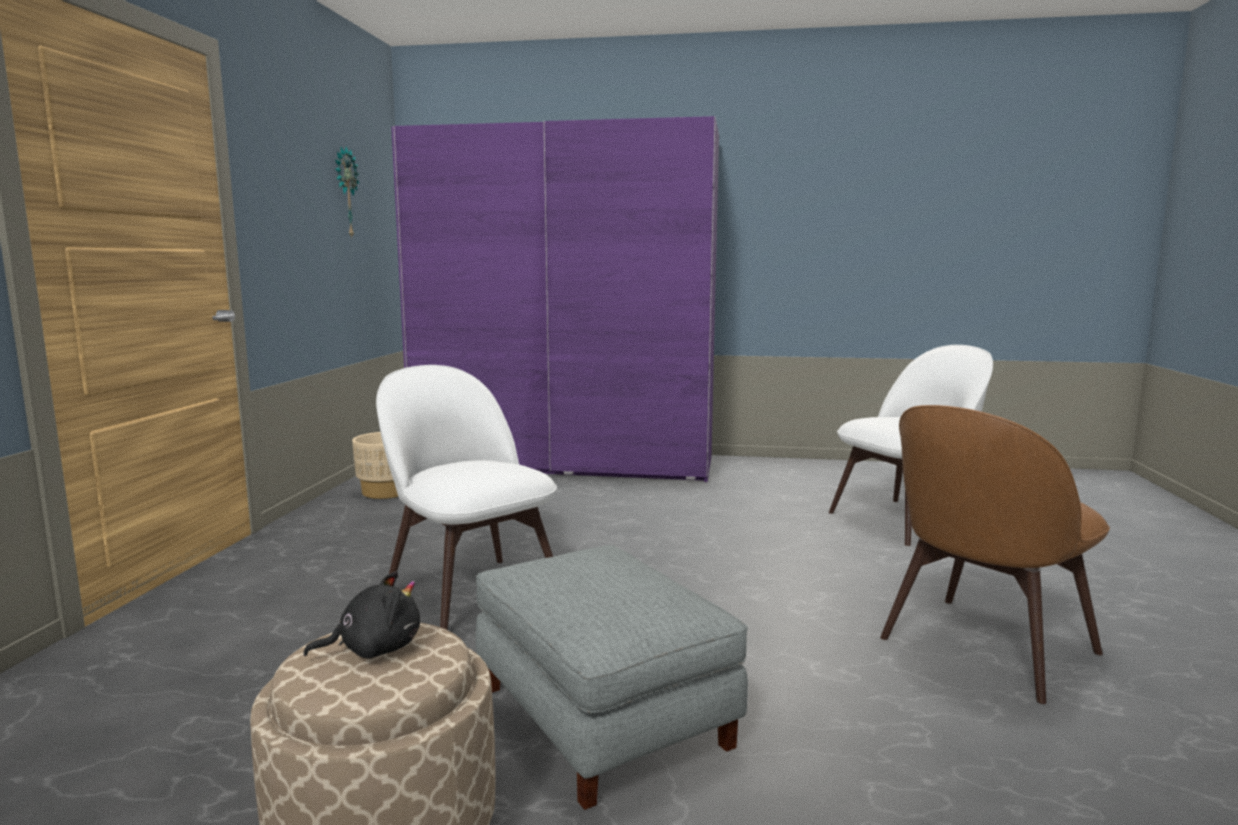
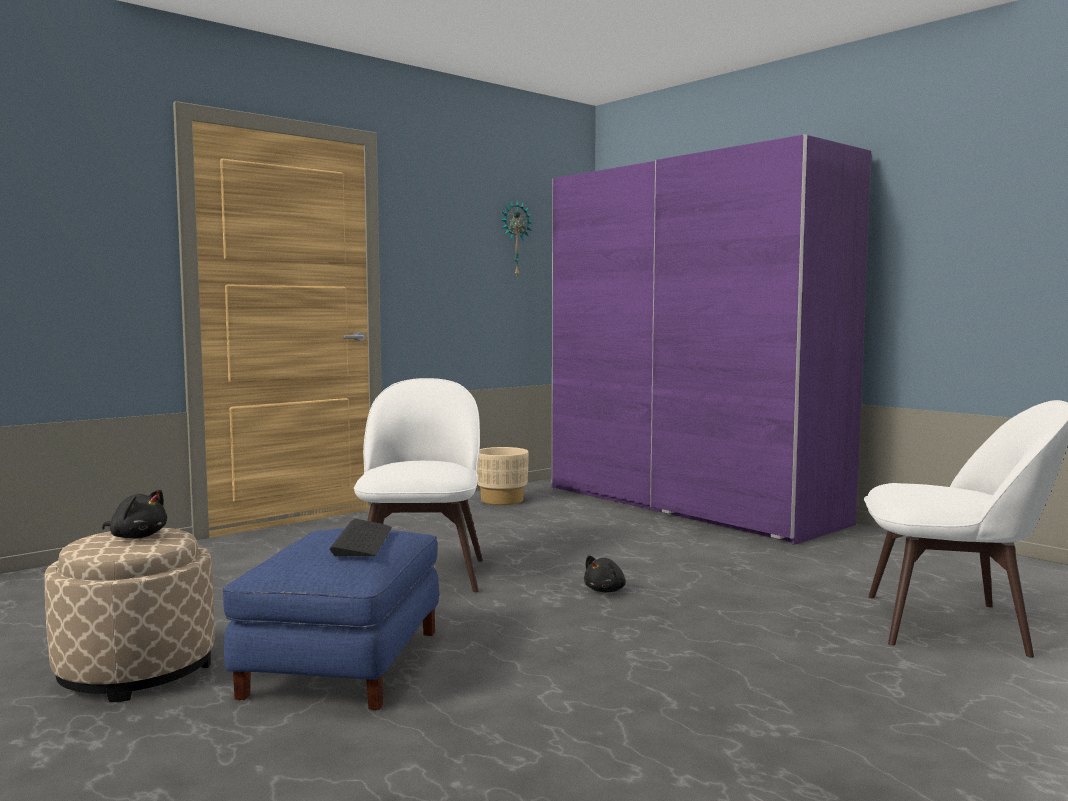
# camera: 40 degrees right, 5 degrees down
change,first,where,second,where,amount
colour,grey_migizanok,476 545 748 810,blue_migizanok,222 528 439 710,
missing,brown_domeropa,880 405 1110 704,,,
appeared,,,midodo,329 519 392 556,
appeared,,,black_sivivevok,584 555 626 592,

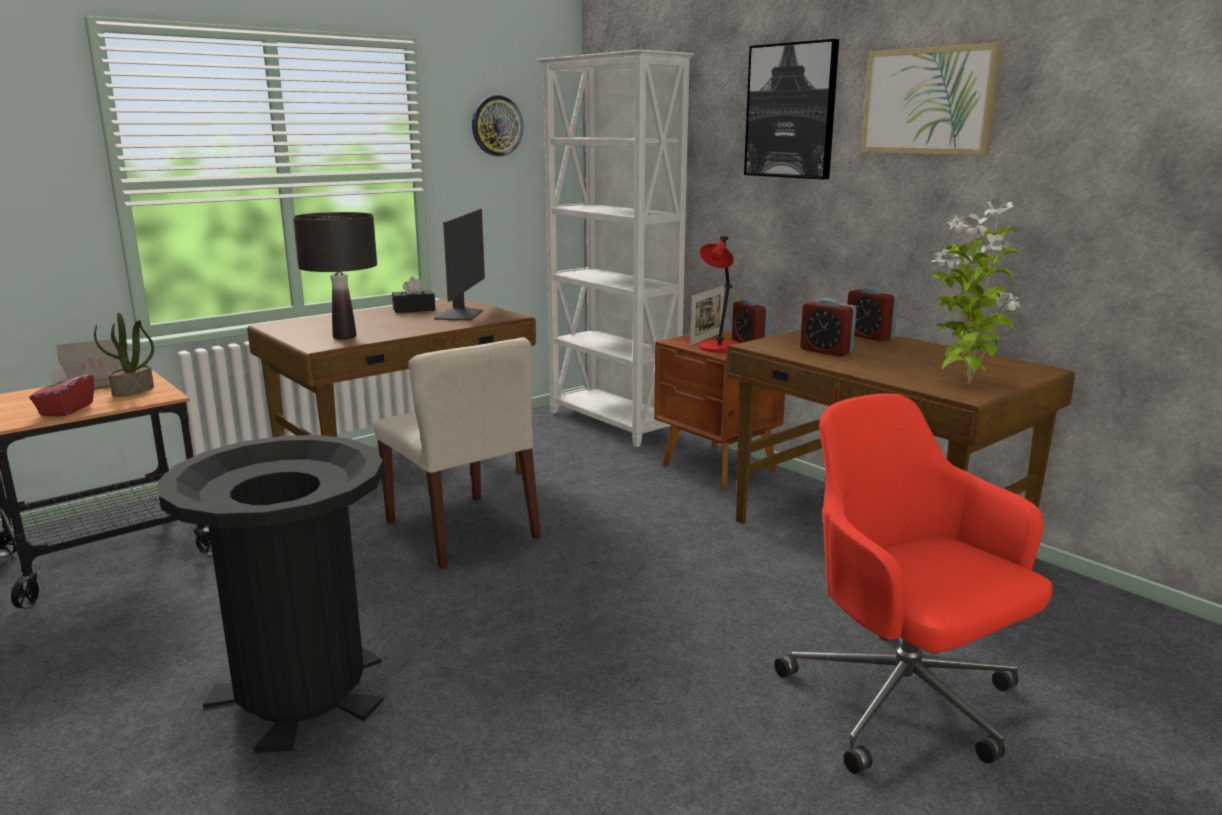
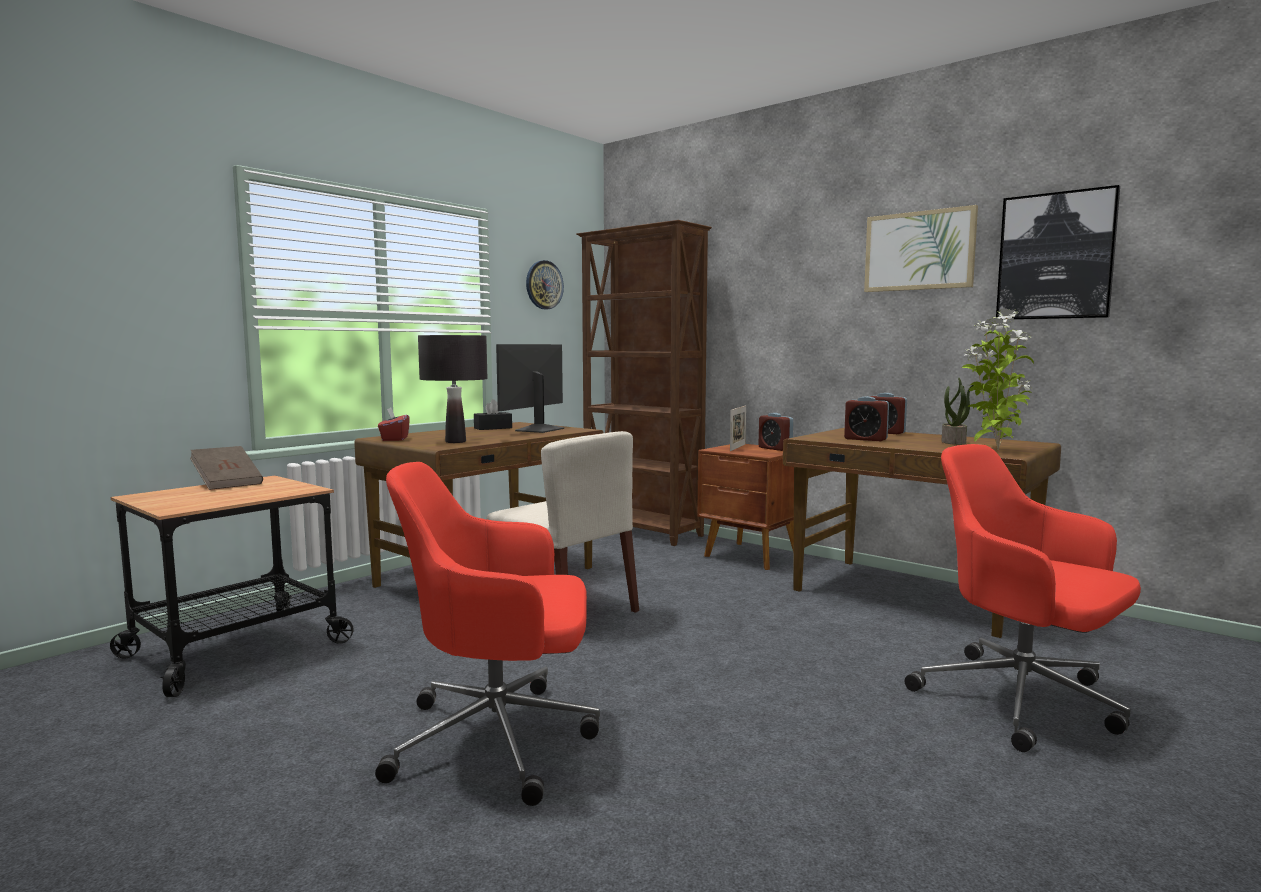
# camera: 10 degrees left, 10 degrees down
change,first,where,second,where,amount
relocated,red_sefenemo,30 366 94 416,,378 408 410 441,
relocated,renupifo,94 313 154 397,,942 377 974 445,
exchanged,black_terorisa,158 435 384 753,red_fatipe,375 462 600 806,
spun,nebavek,434 209 485 320,,496 344 564 433,150 degrees counterclockwise
colour,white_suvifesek,536 50 694 447,brown_suvifesek,576 220 712 546,
missing,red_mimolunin,699 236 738 353,,,
relocated,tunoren,744 39 839 179,,996 185 1120 320,

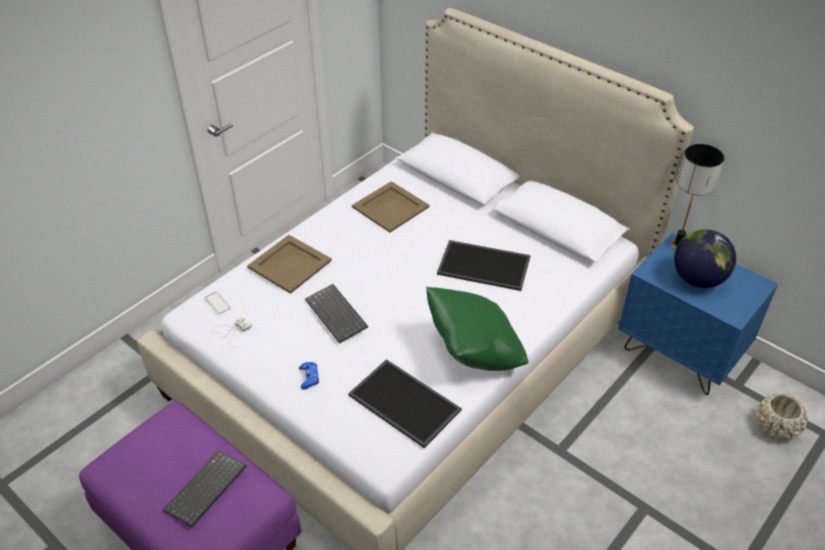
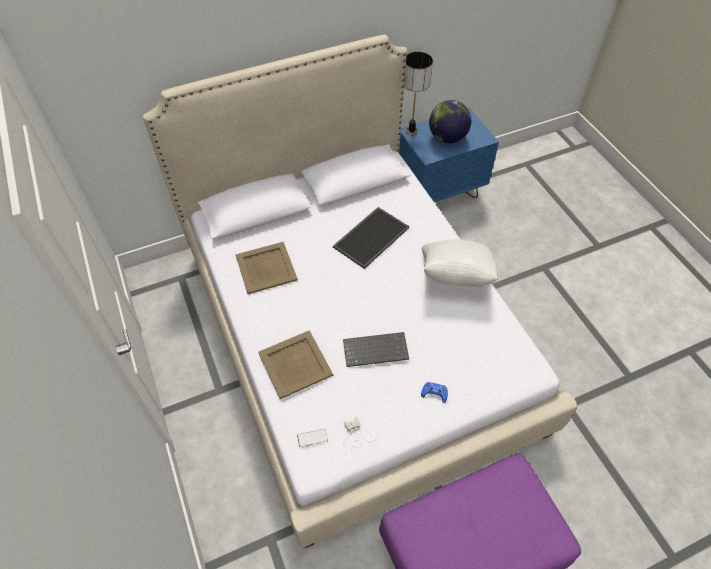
# camera: 65 degrees left, 10 degrees up
change,first,where,second,where,amount
missing,midodo,163 450 247 527,,,
missing,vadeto,348 359 462 448,,,
colour,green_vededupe,426 287 529 371,white_vededupe,422 239 498 286,
missing,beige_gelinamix,757 393 808 440,,,

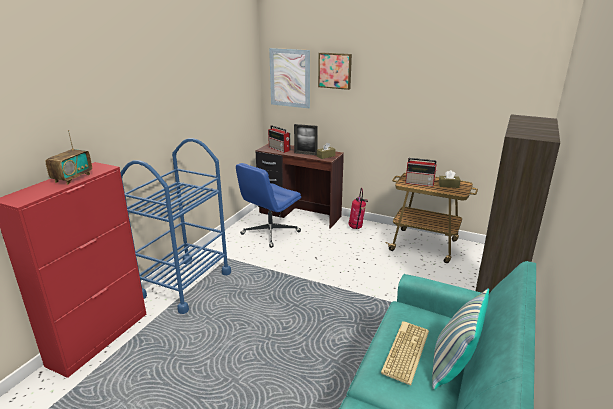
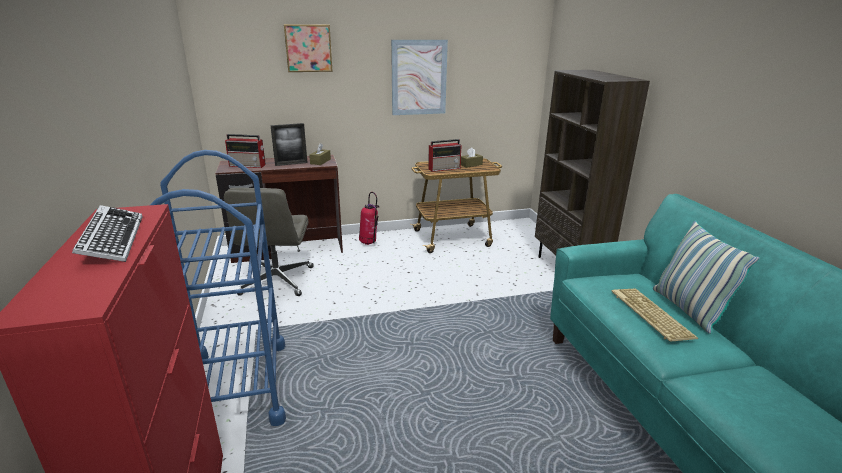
# camera: 40 degrees left, 0 degrees up
change,first,where,second,where,amount
exchanged,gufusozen,46 130 92 185,midodo,72 205 142 262,
colour,blue_fatipe,236 163 301 248,grey_fatipe,224 188 314 296,
relocated,tunoren,269 48 310 108,,391 40 448 115,

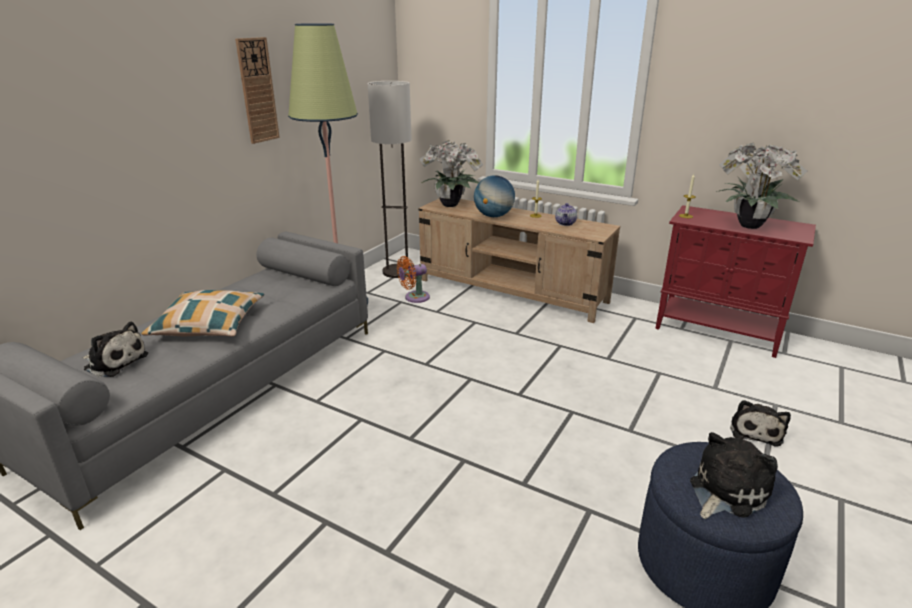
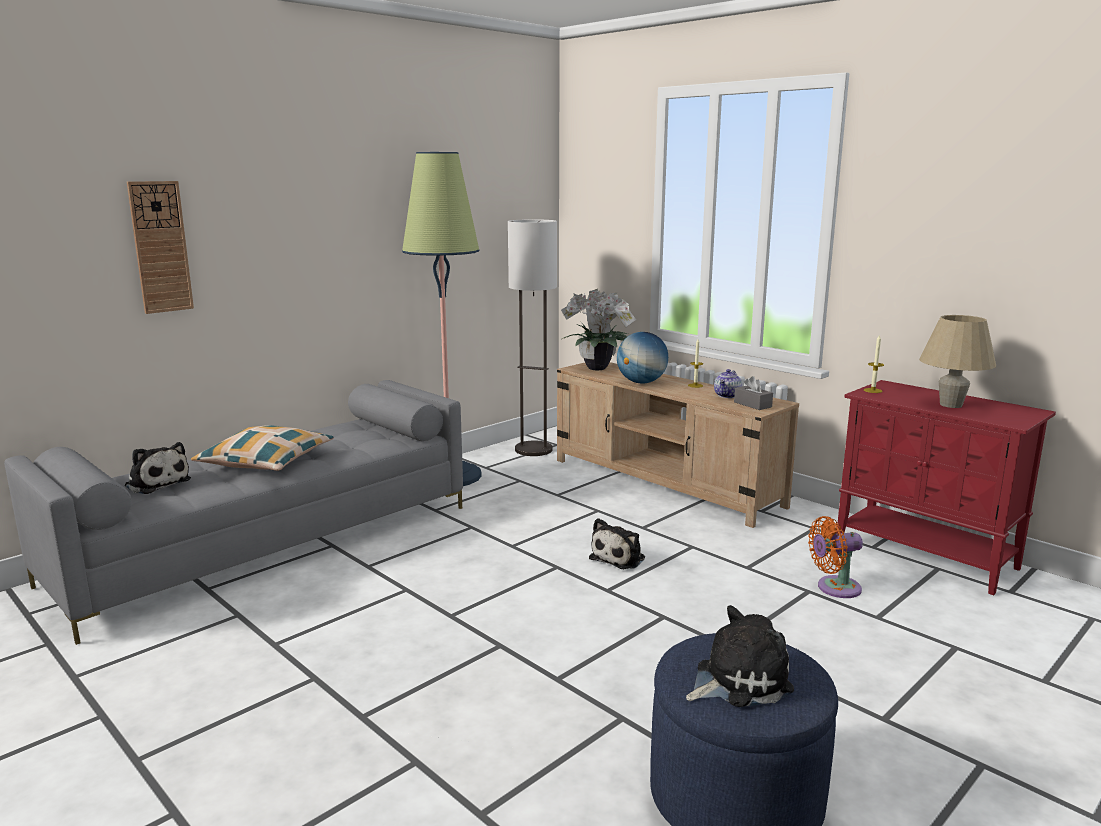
# camera: 15 degrees right, 10 degrees down
change,first,where,second,where,amount
relocated,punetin,235 37 280 144,,127 181 194 314,
relocated,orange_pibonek,397 256 430 303,,808 516 863 598,
exchanged,renupifo,716 142 807 229,beige_mimolunin,919 315 996 408,
relocated,sivivevok,730 400 791 446,,589 518 645 569,
appeared,,,grey_sefenemo,734 376 773 410,

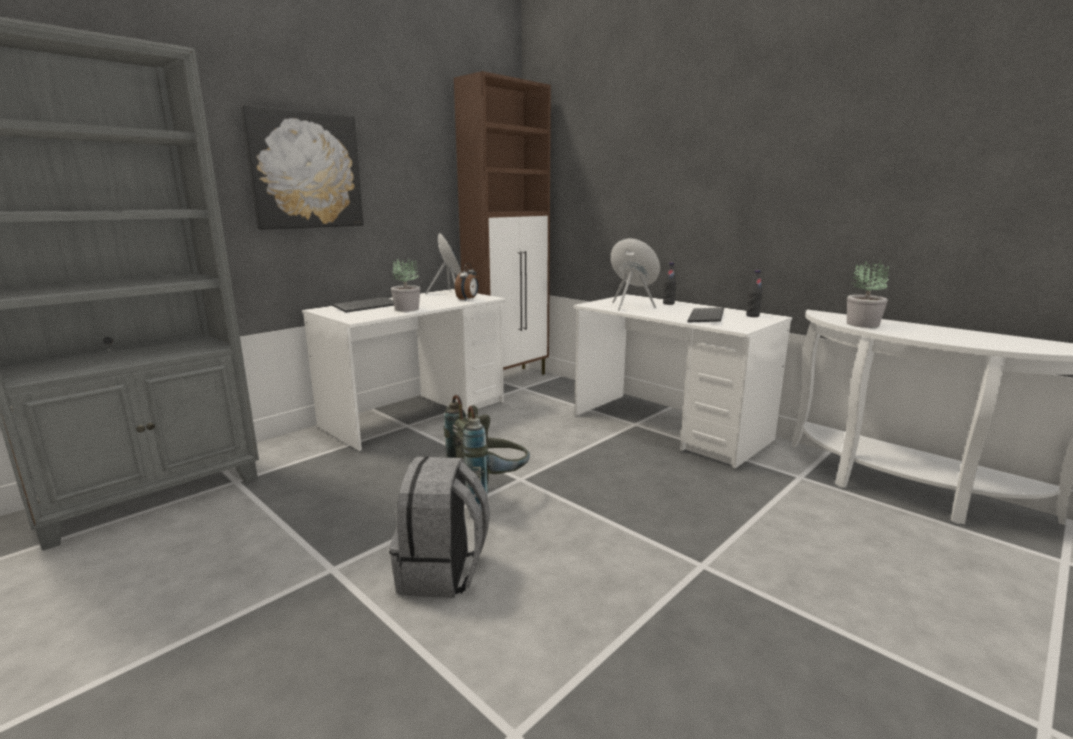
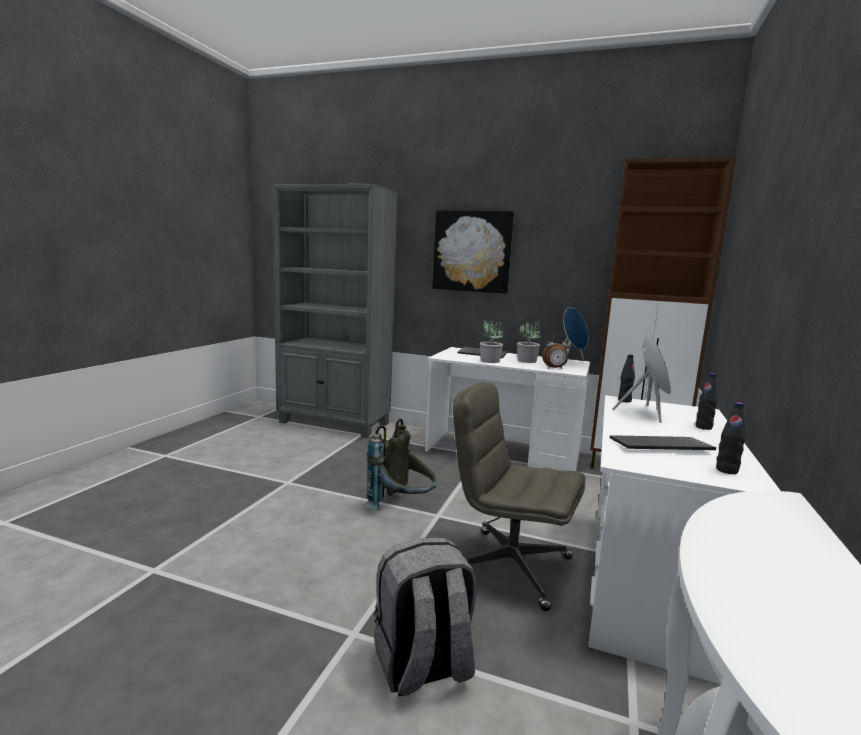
# camera: 65 degrees right, 5 degrees down
change,first,where,second,where,amount
relocated,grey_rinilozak,389 456 490 598,,374 538 477 696,
relocated,renupifo,847 260 889 328,,517 321 540 363,
appeared,,,grey_fatipe,453 382 586 611,
appeared,,,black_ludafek,618 354 635 403,

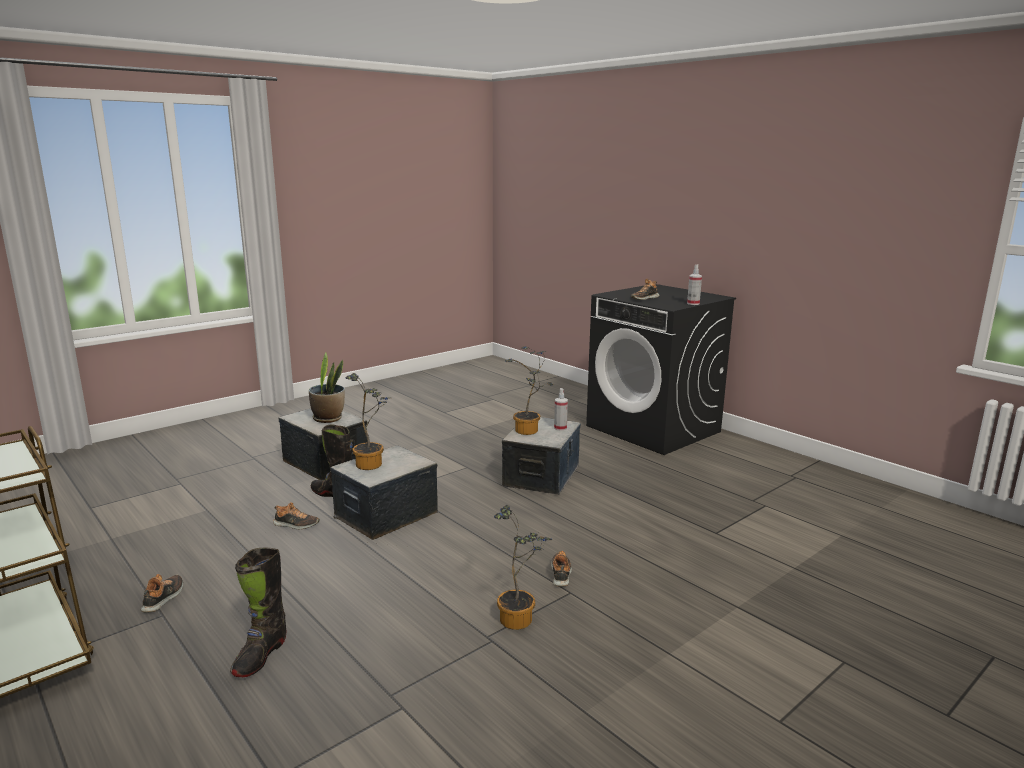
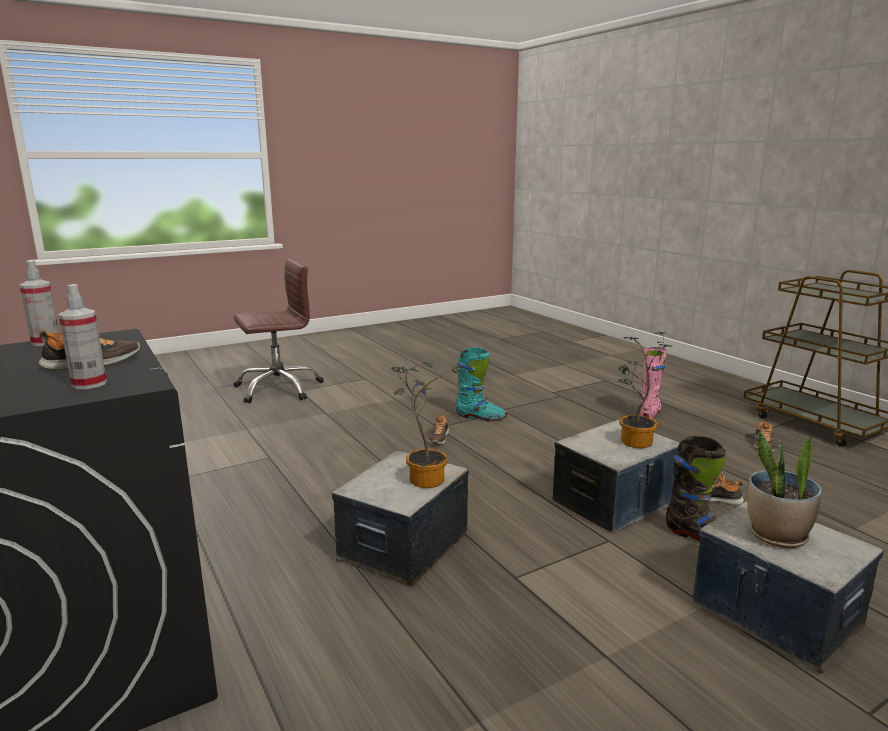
# camera: 170 degrees left, 0 degrees up
change,first,where,second,where,amount
colour,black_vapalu,230 548 286 677,pink_vapalu,640 347 667 419,
exchanged,renupifo,494 505 553 630,turquoise_vapalu,456 347 507 422,
relocated,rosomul,554 388 568 431,,58 284 107 389,
appeared,,,brown_fatipe,233 258 324 403,

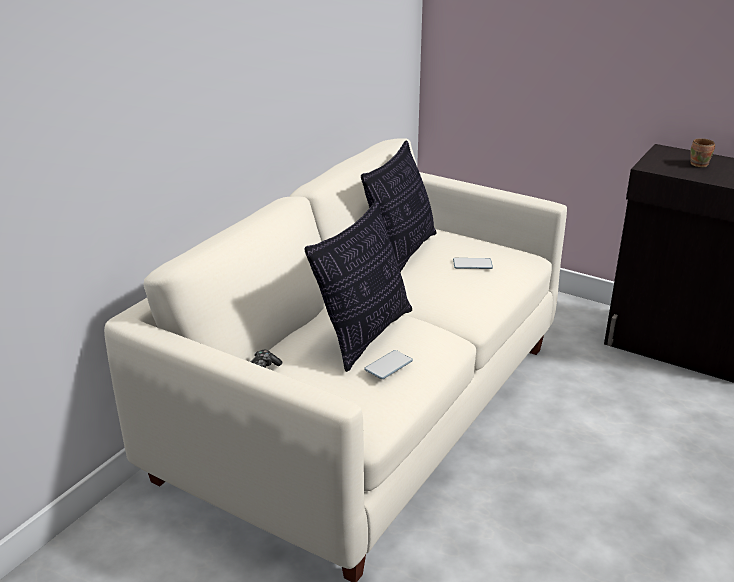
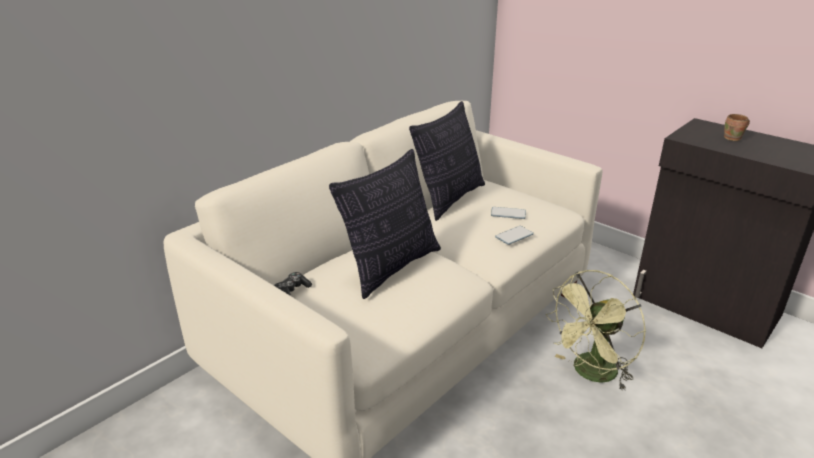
# camera: 10 degrees right, 0 degrees up
change,first,where,second,where,amount
relocated,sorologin,364 350 413 379,,495 226 534 245,
appeared,,,green_pibonek,546 270 646 390,

